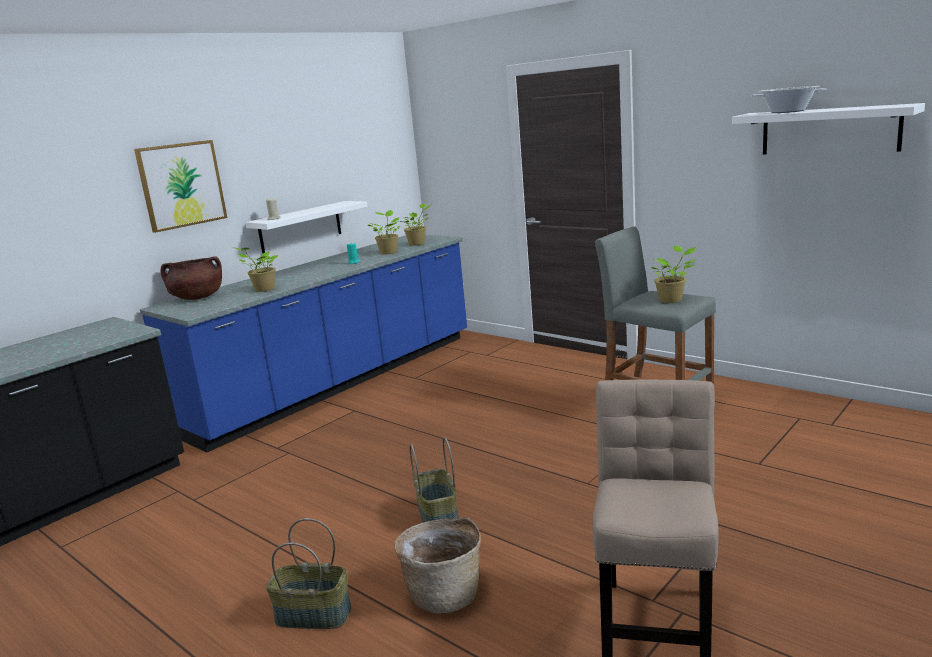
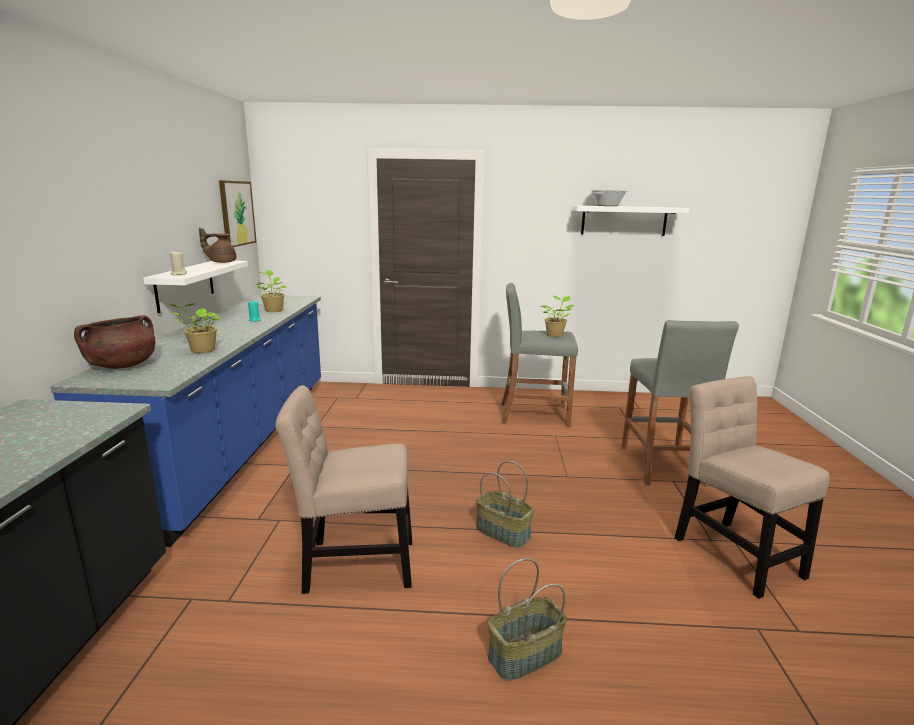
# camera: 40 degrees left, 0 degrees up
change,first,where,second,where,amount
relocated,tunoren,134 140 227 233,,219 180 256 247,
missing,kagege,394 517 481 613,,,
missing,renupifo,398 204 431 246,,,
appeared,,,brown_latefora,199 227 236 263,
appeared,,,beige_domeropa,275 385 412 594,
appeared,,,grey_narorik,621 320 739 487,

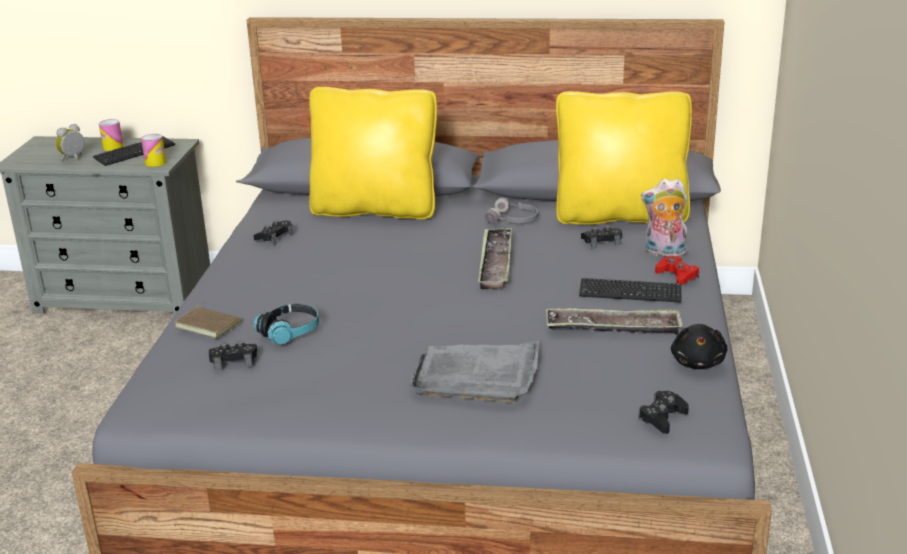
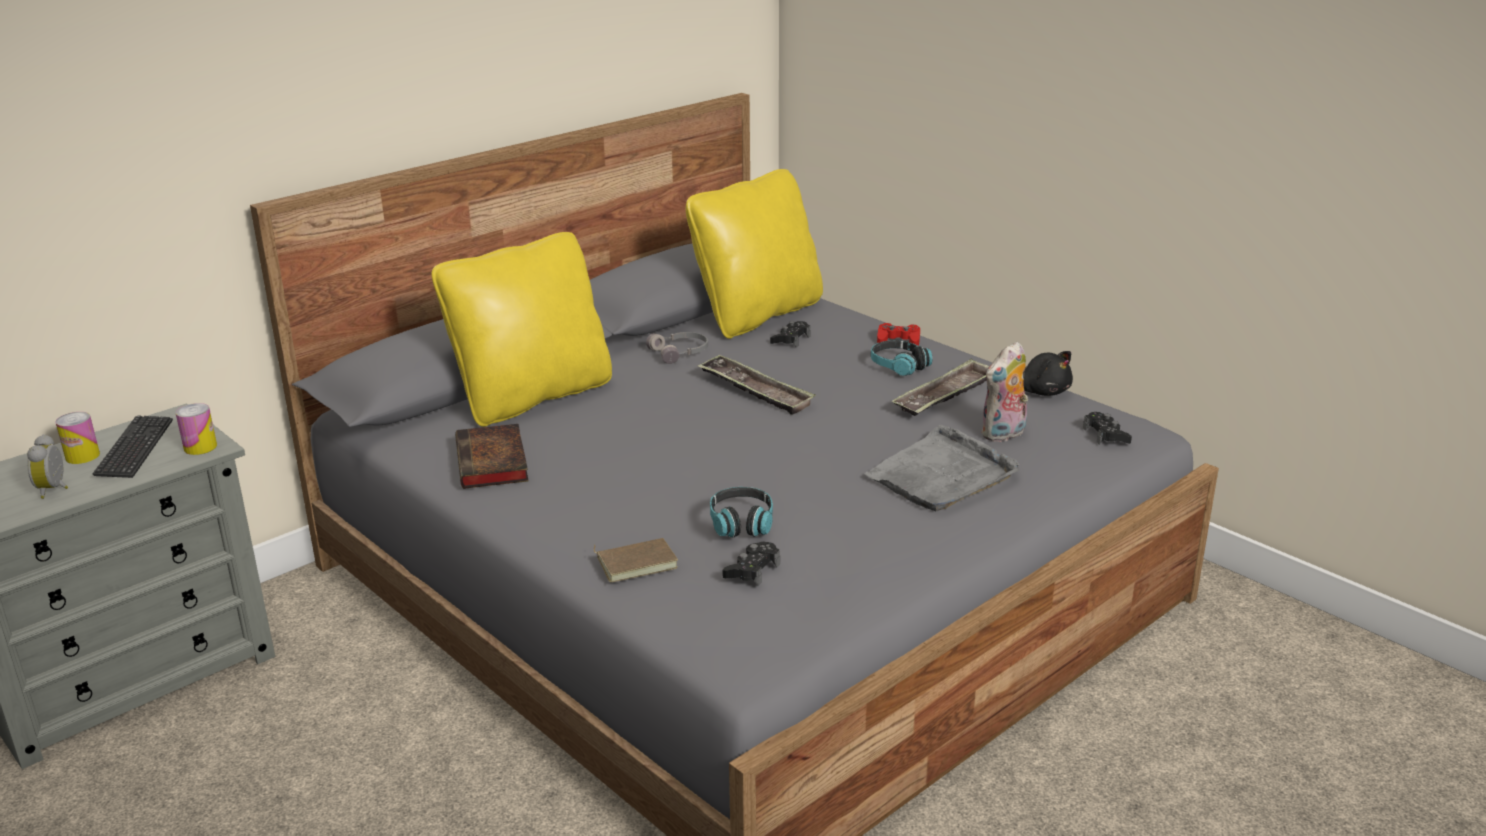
# camera: 50 degrees left, 0 degrees up
change,first,where,second,where,amount
exchanged,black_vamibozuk,254 220 294 245,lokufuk,455 424 529 489,
exchanged,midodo,579 278 681 302,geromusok,871 340 932 376,
relocated,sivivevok,641 178 688 257,,981 341 1028 442,

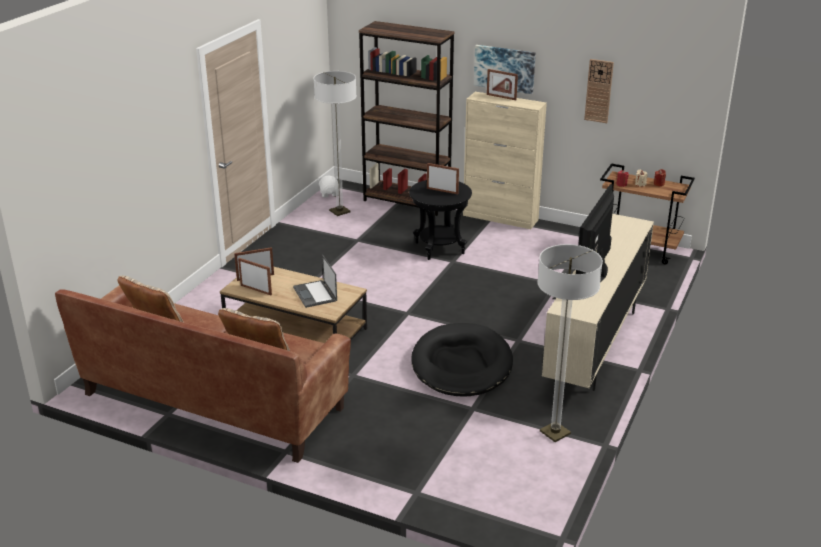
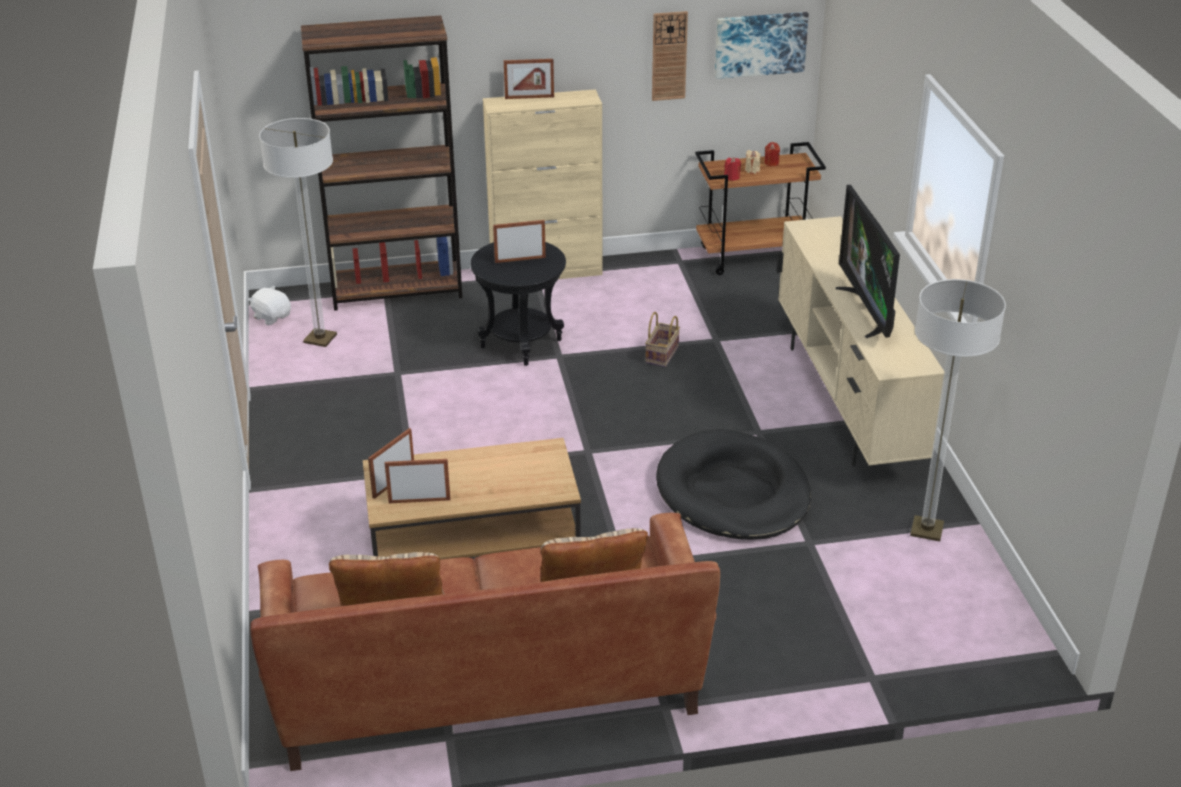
# camera: 35 degrees left, 5 degrees up
change,first,where,second,where,amount
missing,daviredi,293 255 337 308,,,
relocated,tunoren,474 45 536 94,,715 12 809 79,
appeared,,,kagege,645 312 680 367,

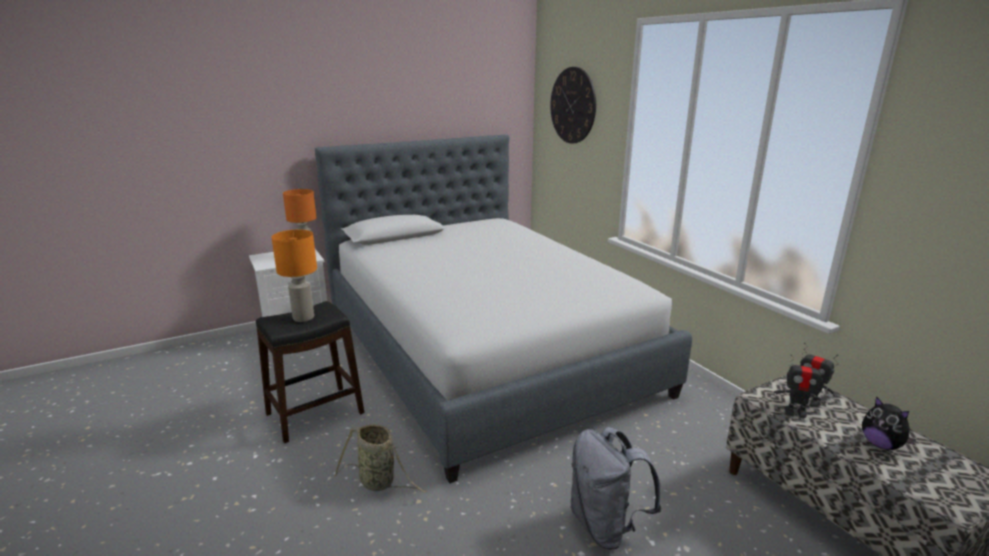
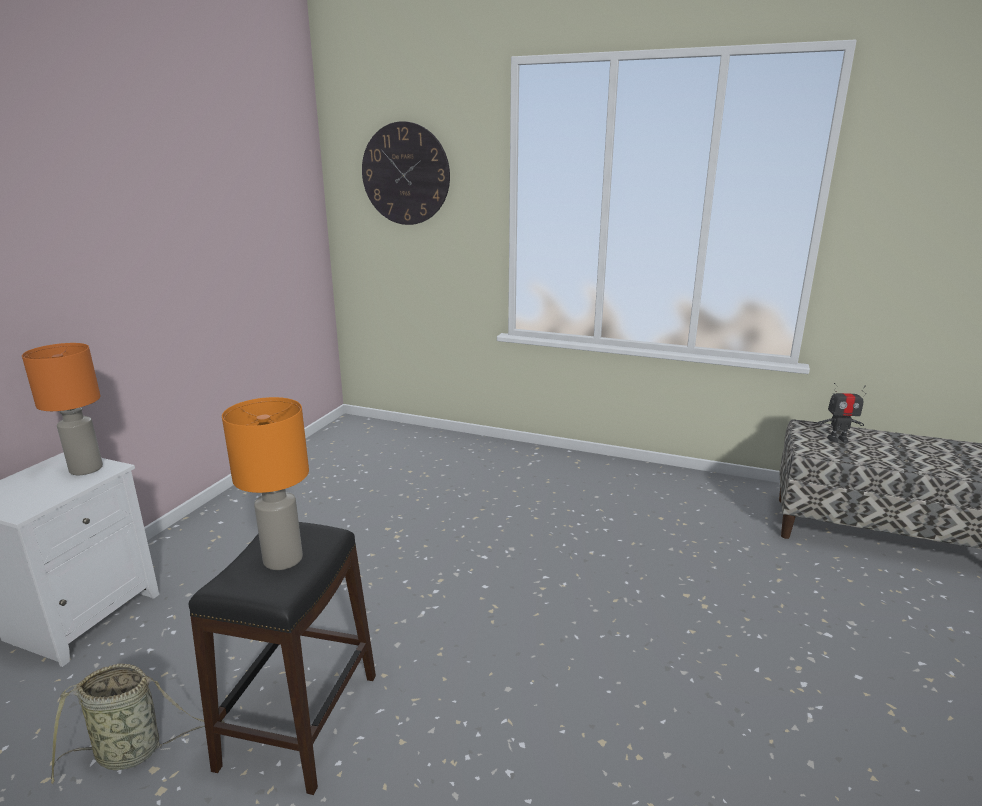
# camera: 40 degrees left, 0 degrees up
change,first,where,second,where,amount
missing,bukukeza,315 134 692 483,,,
relocated,kagege,334 424 426 493,,51 663 225 784,
missing,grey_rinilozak,570 427 662 550,,,
missing,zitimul,774 355 827 418,,,
missing,sivivevok,862 396 917 450,,,

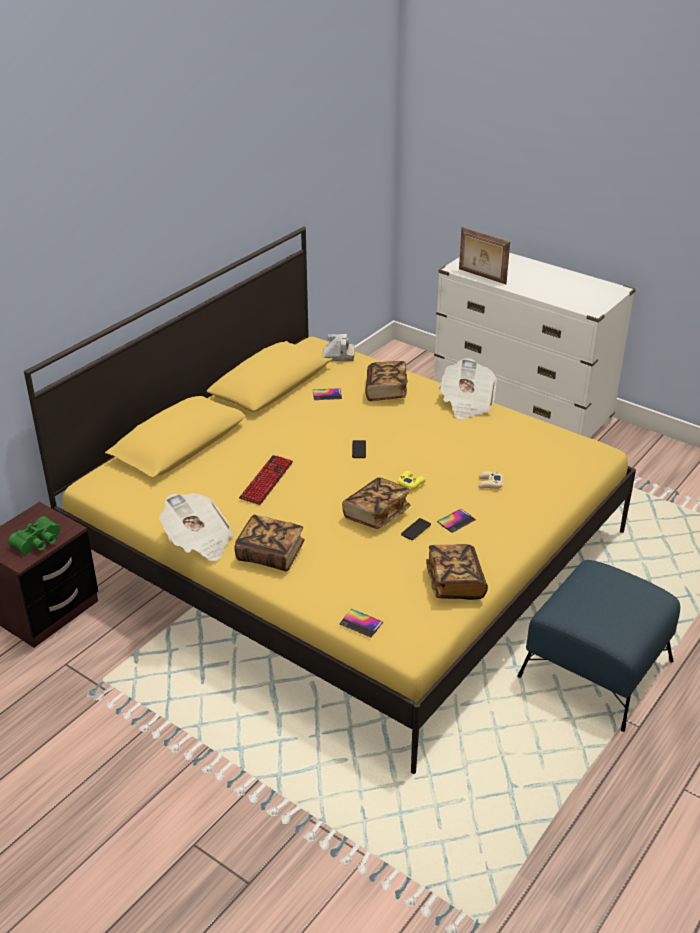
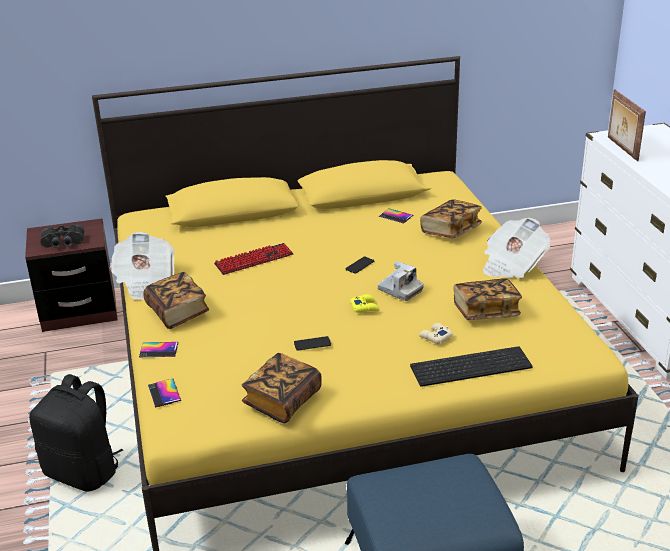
# camera: 40 degrees right, 5 degrees down
change,first,where,second,where,amount
colour,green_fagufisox,8 516 61 555,black_fagufisox,40 224 84 248,
relocated,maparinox,323 334 355 361,,377 261 423 301,
relocated,lokufuk,342 477 410 529,,453 279 522 320,
relocated,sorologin,437 509 476 533,,139 342 178 357,
appeared,,,black_rinilozak,29 374 123 492,
appeared,,,midodo,410 346 533 387,

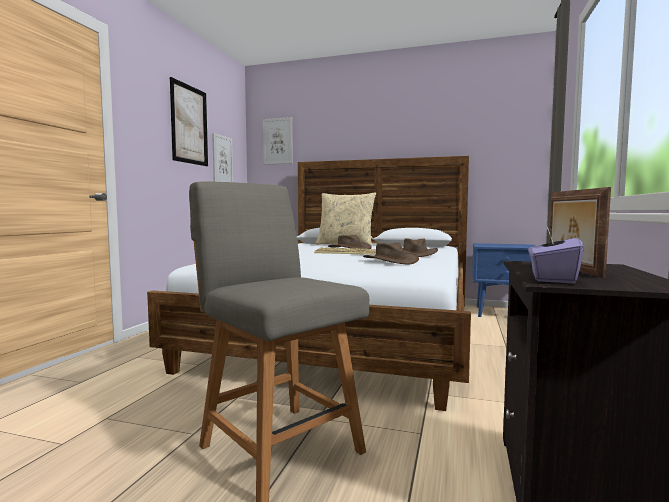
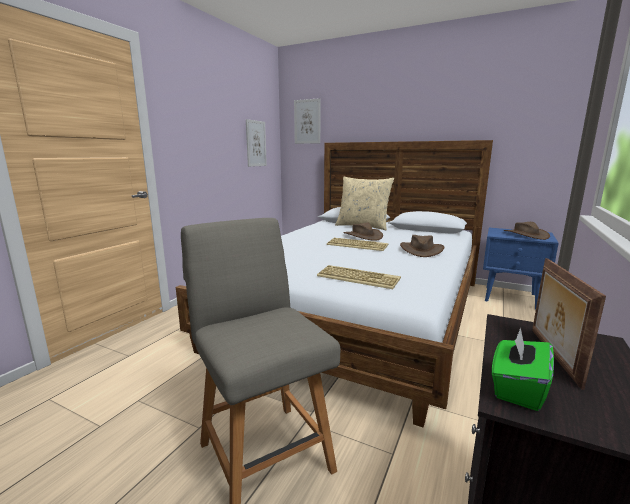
# camera: 10 degrees right, 10 degrees up
change,first,where,second,where,amount
missing,tunoren,170 77 208 166,,,
relocated,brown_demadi,363 243 419 264,,504 222 550 240,
colour,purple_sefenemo,528 227 583 283,green_sefenemo,492 327 554 411,
appeared,,,midodo,317 265 401 289,

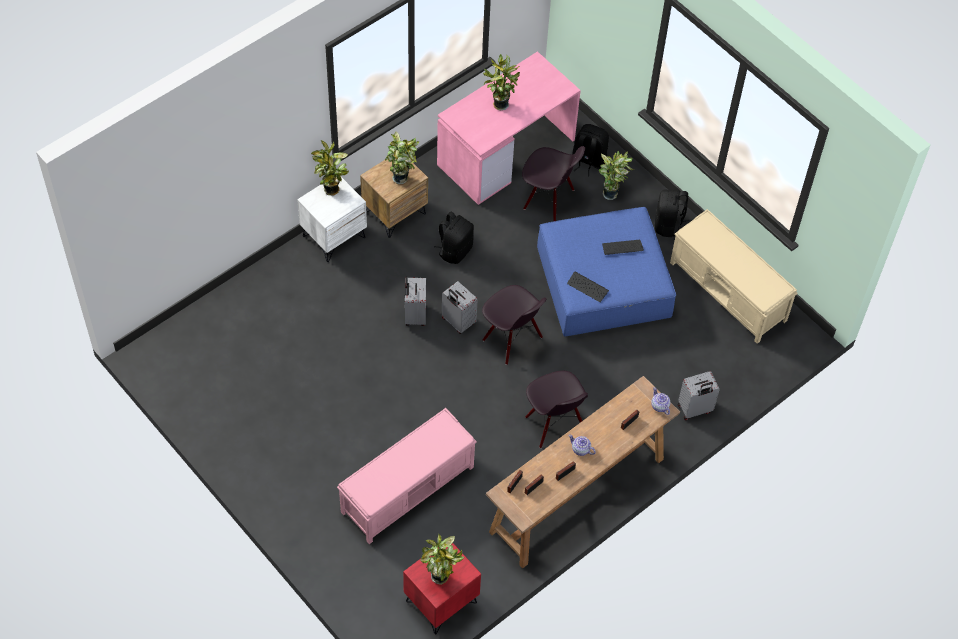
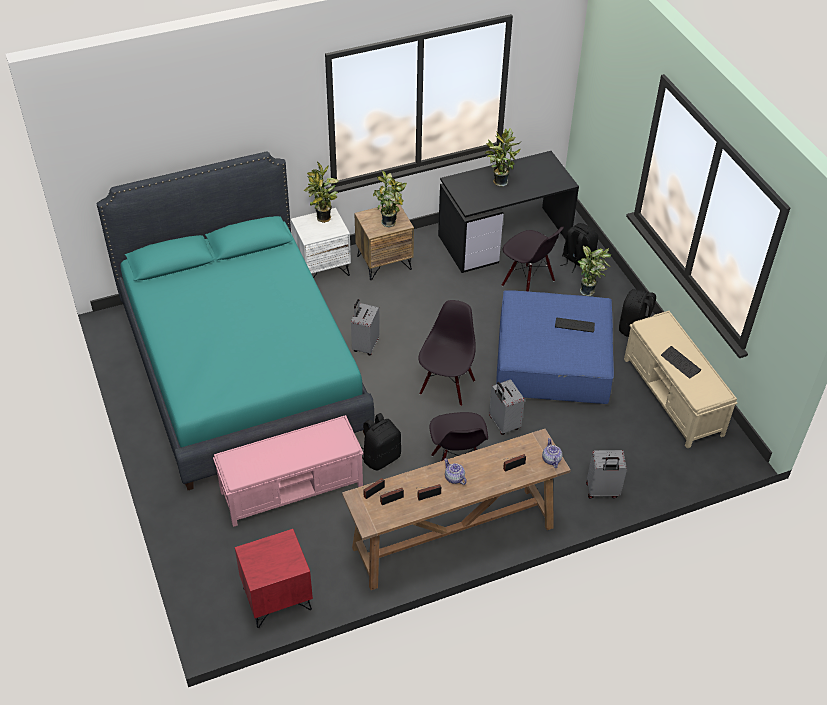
# camera: 20 degrees right, 10 degrees down
change,first,where,second,where,amount
missing,renupifo,420 533 464 585,,,
relocated,black_rinilozak,434 212 474 264,,361 413 401 471,
colour,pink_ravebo,437 51 581 205,black_ravebo,438 151 579 273,
relocated,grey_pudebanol,442 281 478 334,,489 379 525 435,
spun,black_domeropa,482 285 547 365,,418 300 476 406,135 degrees counterclockwise
relocated,midodo,567 272 609 302,,661 346 701 378,
appeared,,,turquoise_bukukeza,97 152 374 490,

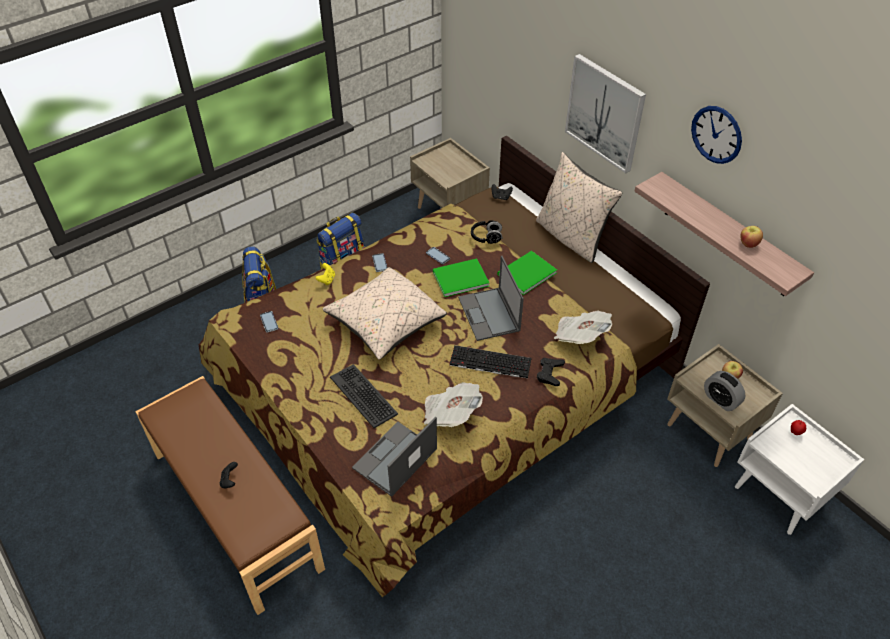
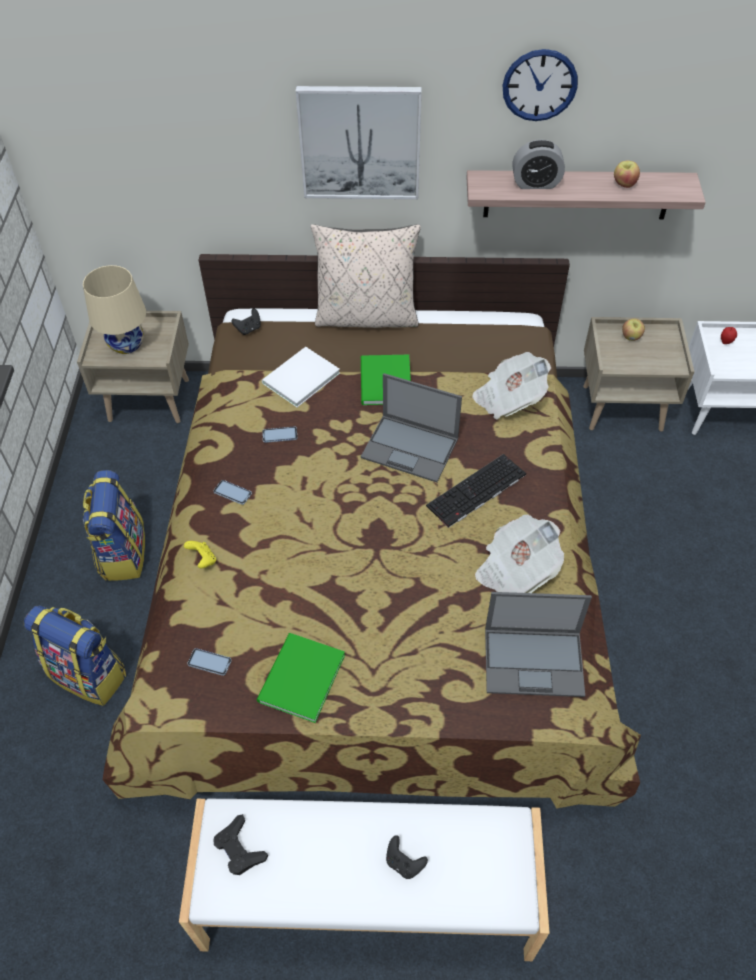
# camera: 50 degrees left, 5 degrees up
change,first,where,second,where,amount
colour,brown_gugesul,136 376 325 615,white_gugesul,179 799 550 961,
missing,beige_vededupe,323 267 447 360,,,
missing,midodo,330 364 398 428,,,
spun,daviredi,352 417 437 497,,485 592 592 697,75 degrees counterclockwise
relocated,green_lokufuk,433 258 490 297,,257 633 345 723,
exchanged,black_geromusok,471 220 503 244,white_lokufuk,262 347 340 407,
relocated,black_vamibozuk,537 358 565 386,,213 814 268 875,
relocated,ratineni,704 371 745 411,,512 139 565 189,
appeared,,,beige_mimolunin,83 265 146 354,

